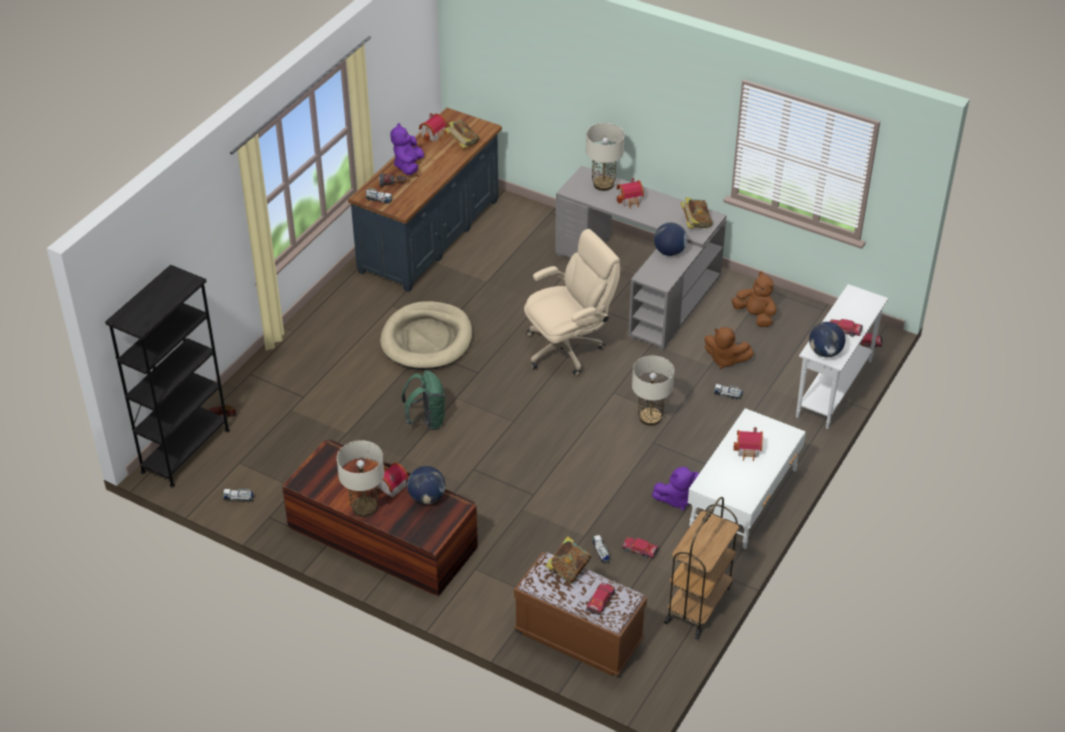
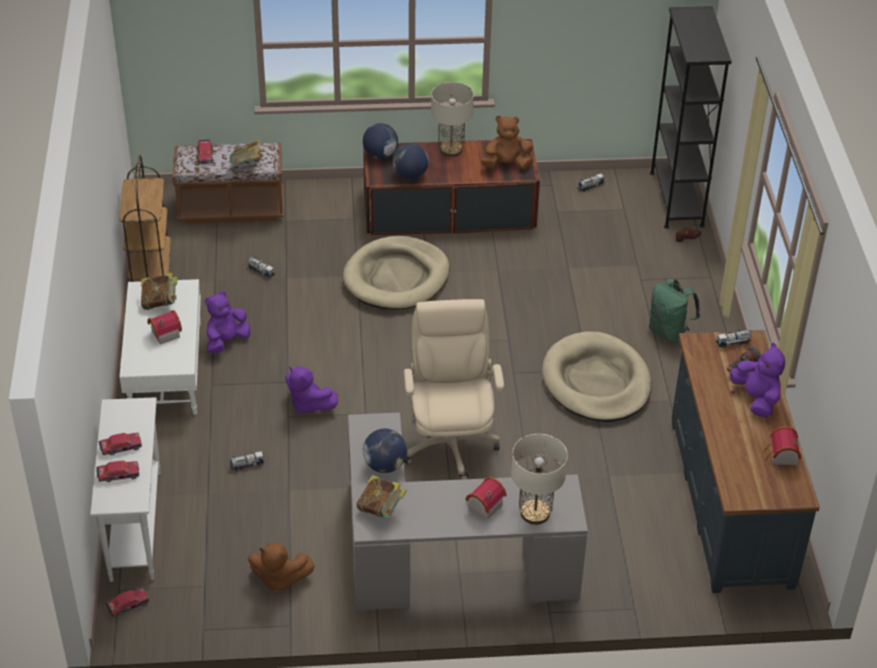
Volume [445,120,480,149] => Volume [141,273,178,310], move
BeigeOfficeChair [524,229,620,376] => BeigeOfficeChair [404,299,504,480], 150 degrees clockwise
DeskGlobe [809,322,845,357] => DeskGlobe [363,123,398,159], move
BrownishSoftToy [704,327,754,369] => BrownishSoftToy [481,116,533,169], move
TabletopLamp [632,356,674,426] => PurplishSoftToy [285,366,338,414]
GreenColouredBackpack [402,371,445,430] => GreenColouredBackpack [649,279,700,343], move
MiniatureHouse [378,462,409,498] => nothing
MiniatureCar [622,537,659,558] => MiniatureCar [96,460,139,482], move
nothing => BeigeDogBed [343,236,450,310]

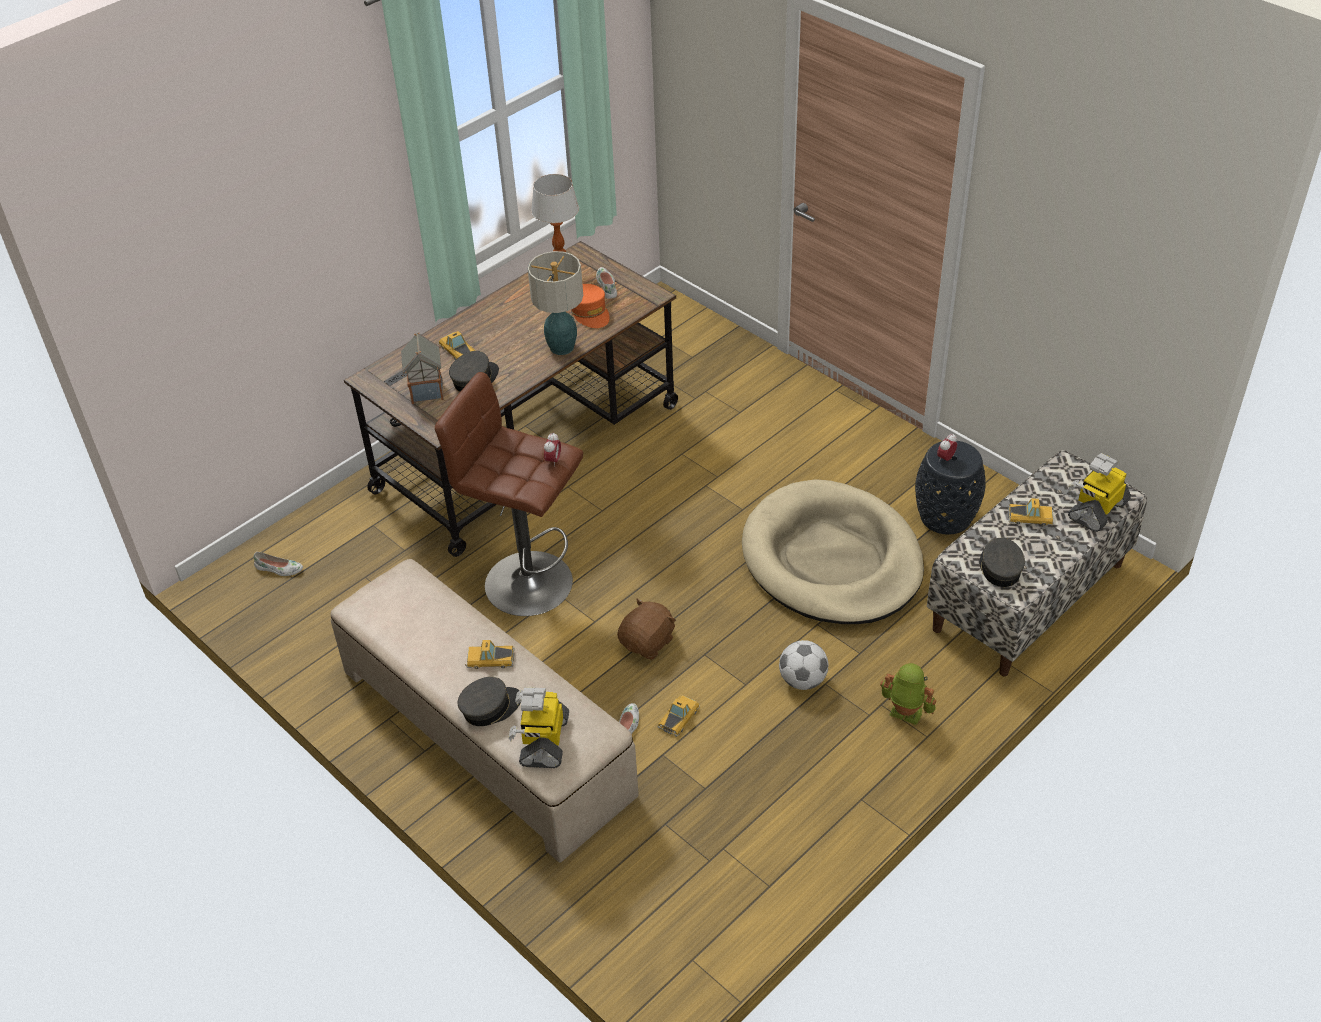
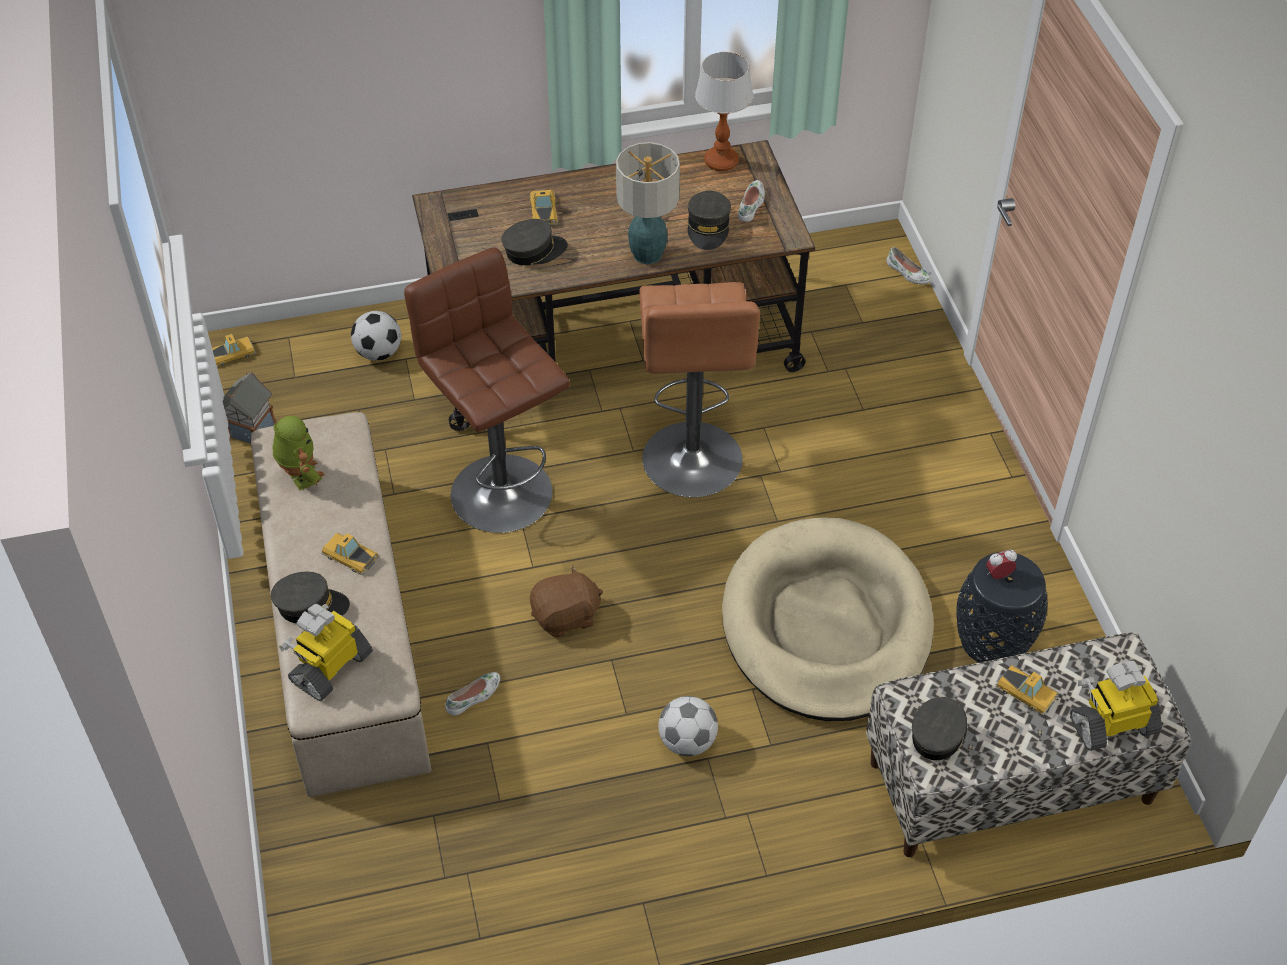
OrangeColouredCap [571,284,610,328] => GreyishCap [688,191,731,250]
MiniatureHouse [401,332,444,404] => MiniatureHouse [223,372,276,444], move
AlarmClock [544,432,561,467] => nothing
WhitishShoe [254,552,303,576] => WhitishShoe [886,247,932,285], move
RobotFigure [880,663,936,725] => RobotFigure [273,416,325,491], move
MiniatureCar [657,695,700,737] => MiniatureCar [212,334,256,366], move
nothing => BrownishStool [639,282,760,497]
nothing => Football [351,311,401,361]

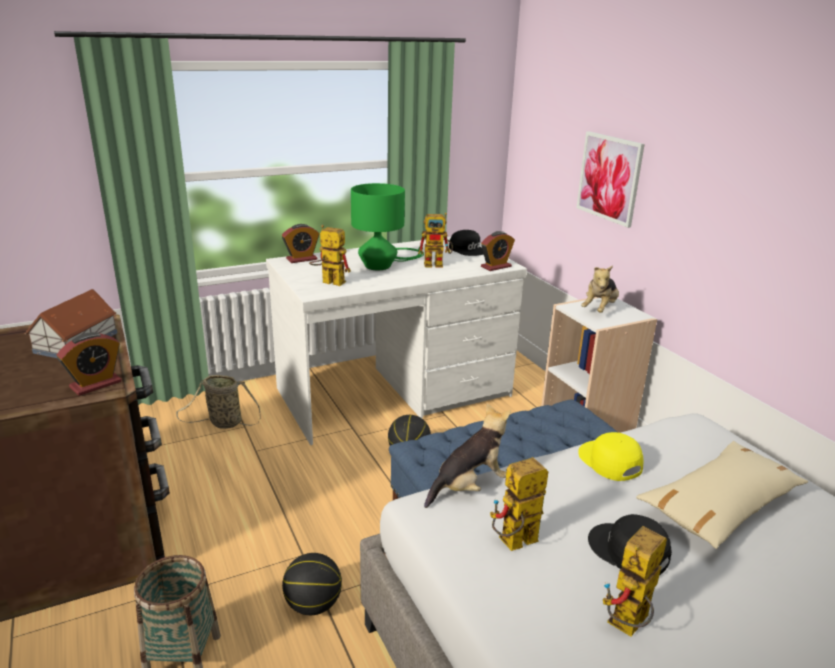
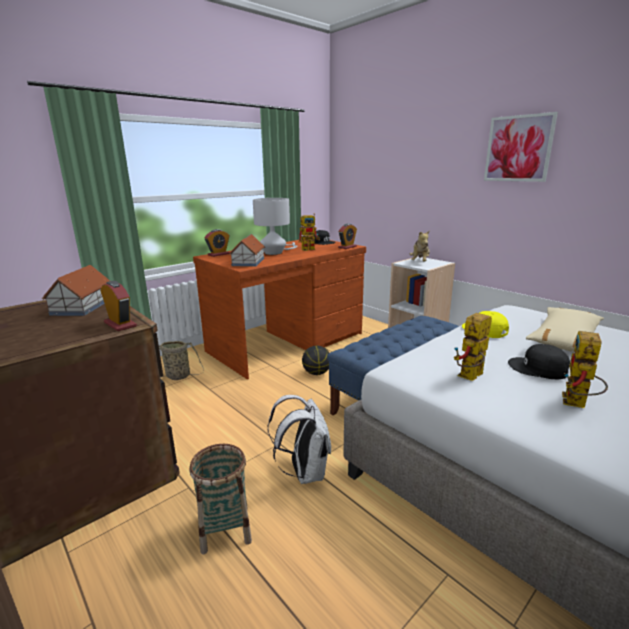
Picture [576,131,645,228] => Picture [484,112,558,182], move
GreenColouredTabletopLamp [351,183,424,270] => GreyishTabletopLamp [253,198,298,255]
RobotFigure [309,225,351,286] => MiniatureHouse [229,234,265,267]
WhitishDeskUnit [266,237,527,445] => BrownishDeskUnit [193,239,366,379]
AlarmClock [57,332,122,396] => AlarmClock [100,281,137,331], 75 degrees counterclockwise
SoftToy [424,403,511,508] => nothing
BallForBasketball [282,553,342,615] => WhitishBackpack [267,395,331,484]

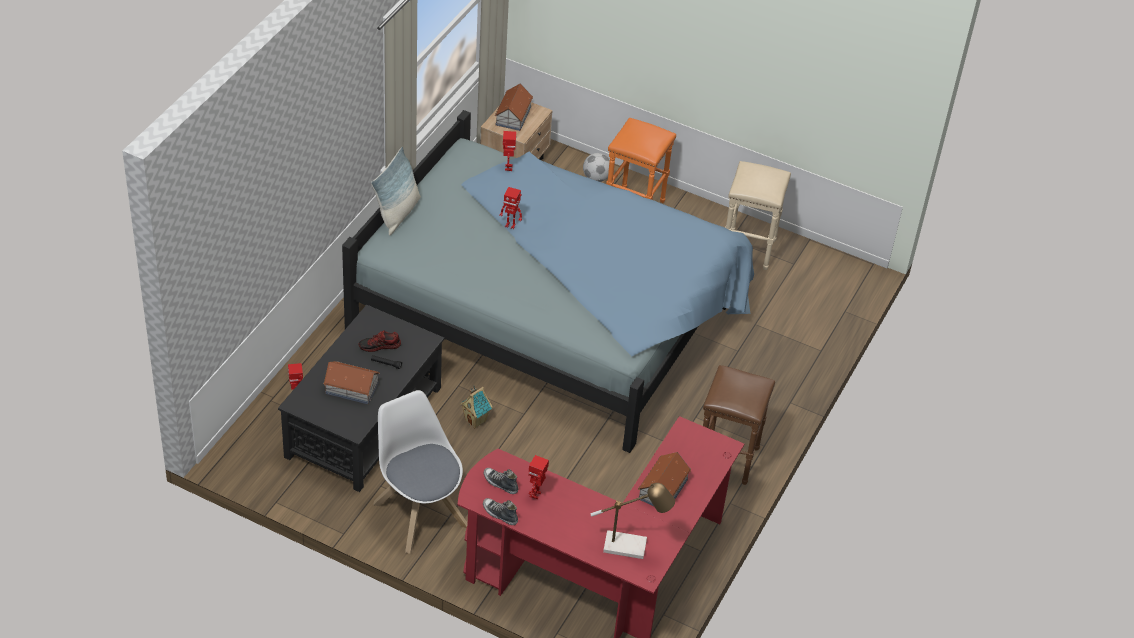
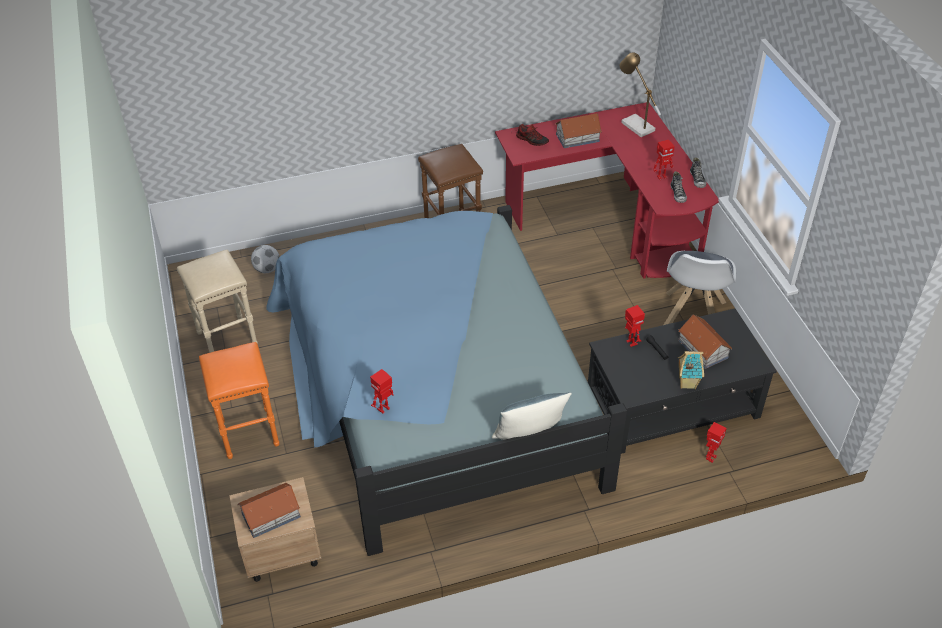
Football [583,153,610,182] => Football [251,245,280,273], move
RobotFigure [499,187,522,229] => RobotFigure [625,305,645,347], move
Shoe [359,330,401,352] => Shoe [516,124,549,146], move
MiniatureHouse [460,385,493,428] => MiniatureHouse [678,351,704,389], move

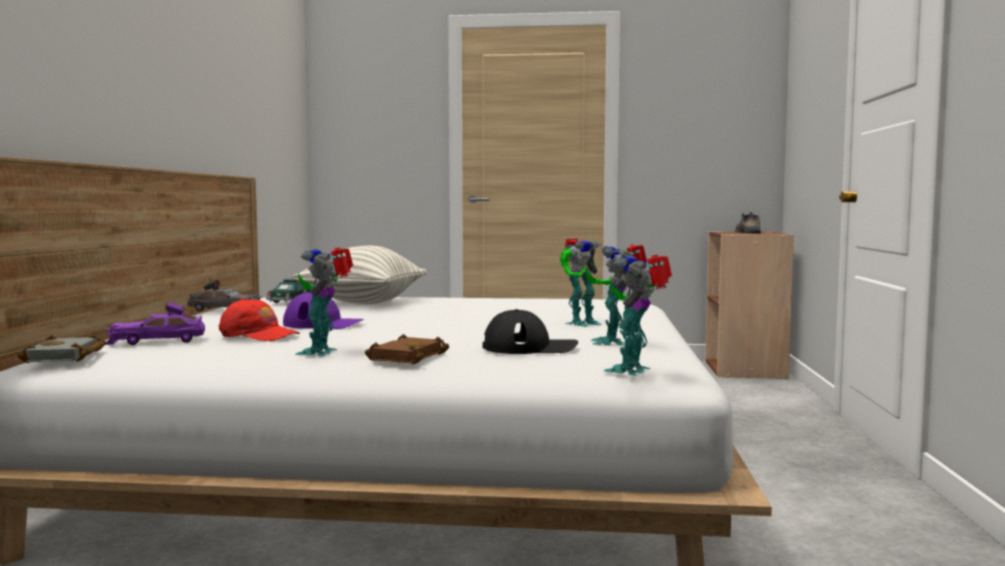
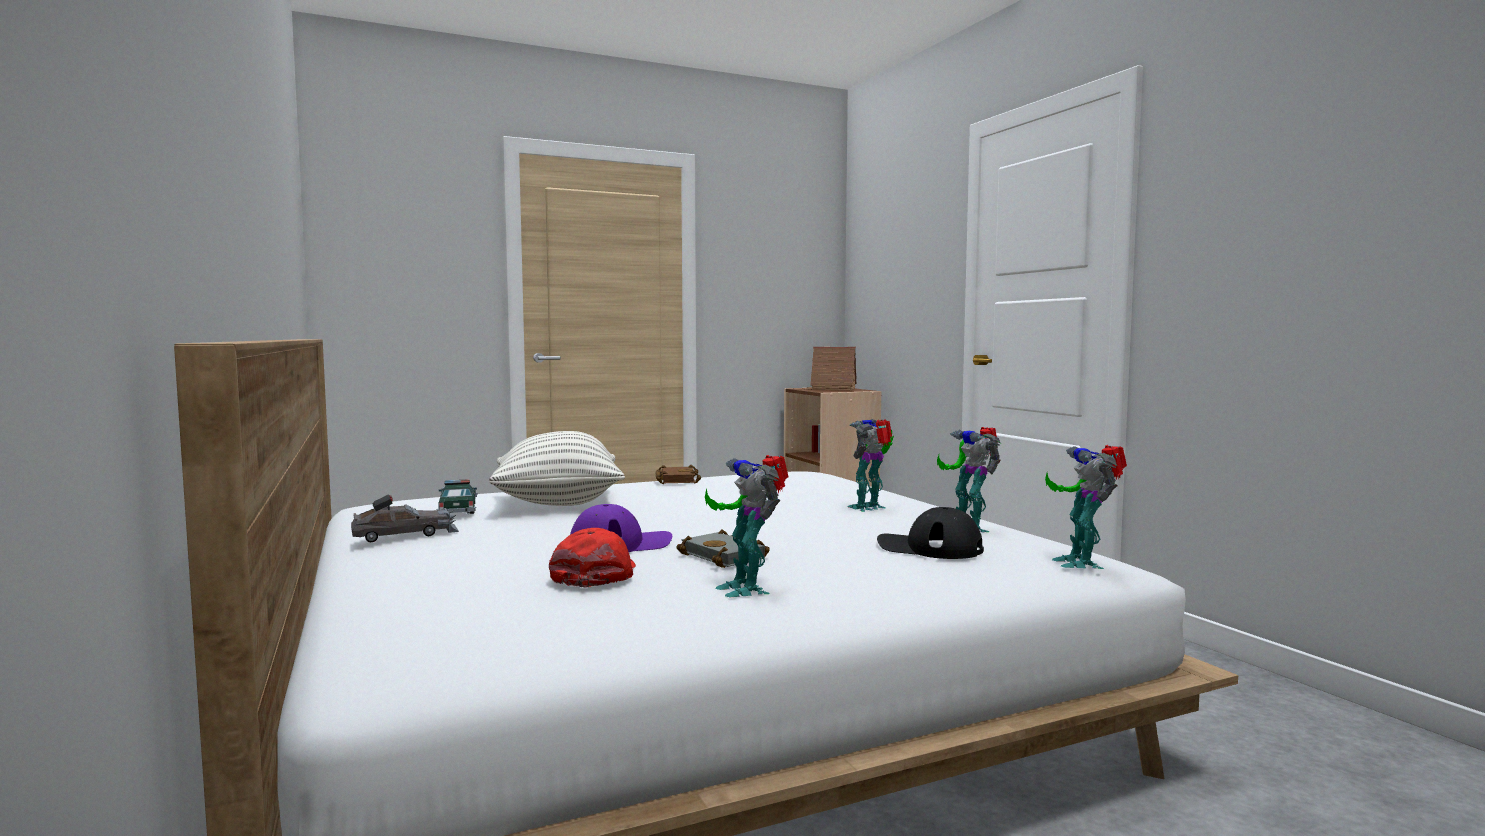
Shoe [735,212,761,233] => MiniatureHouse [803,347,857,390]
RobotFigure [559,238,602,327] => RobotFigure [847,419,894,512], 150 degrees counterclockwise
RedCap [218,298,300,341] => RedCap [549,528,636,587], 75 degrees counterclockwise
PurplishMiniatureCar [105,302,205,345] => nothing
BlackCap [482,309,578,354] => BlackCap [877,507,984,559], 120 degrees counterclockwise
GreyishVolume [17,334,106,363] => GreyishVolume [676,529,770,568], move
BrownishVolume [365,334,449,364] => BrownishVolume [655,465,701,484], move

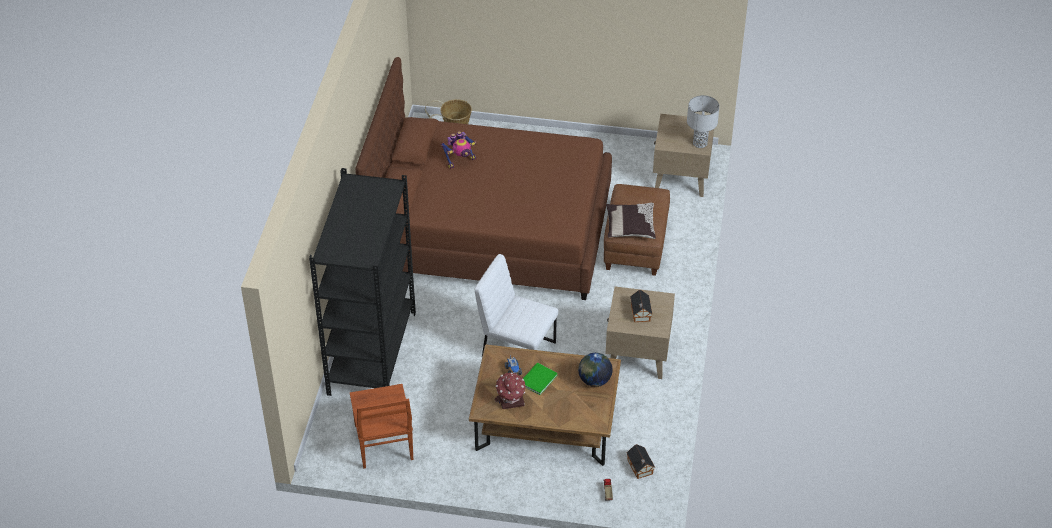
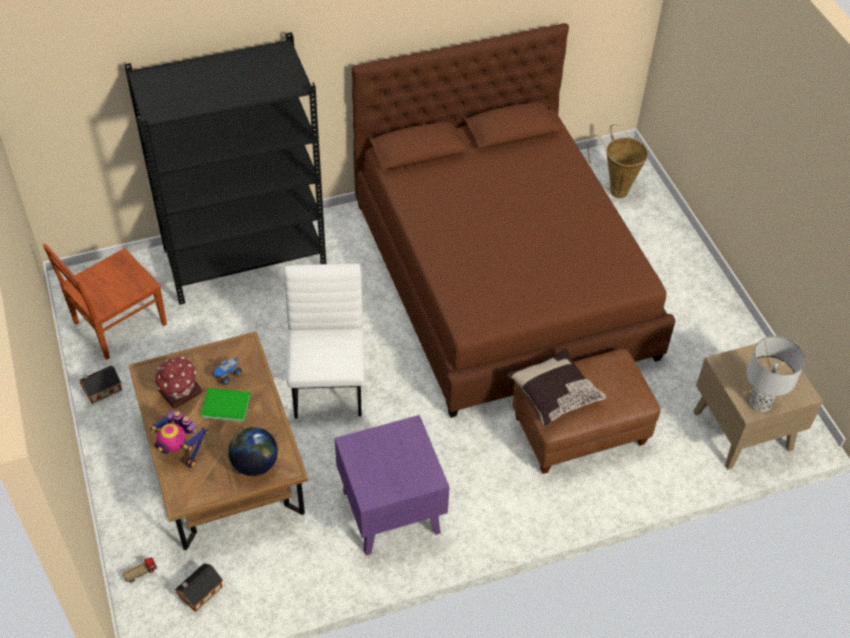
RobotFigure [441,131,476,169] => RobotFigure [150,410,208,468], move
BeigeBedsideTable [606,287,675,379] => PurplishBedsideTable [335,415,450,556]
MiniatureHouse [630,290,653,322] => MiniatureHouse [79,366,122,404], move

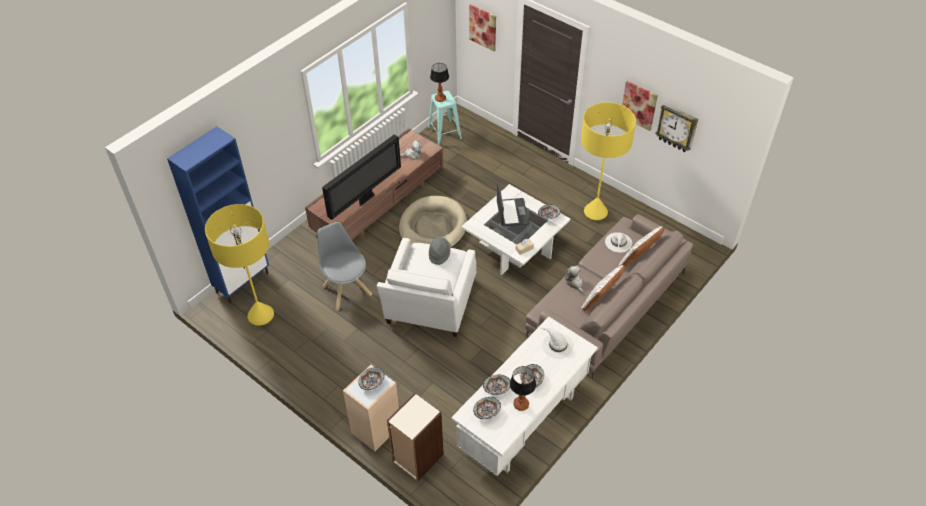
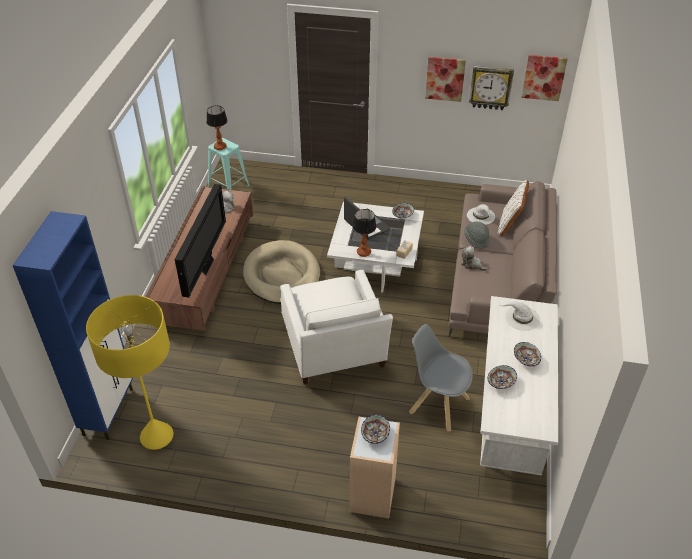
Picture [469,4,496,51] => Picture [521,55,568,101], move
YellowishStandingLamp [581,102,636,220] => nothing
GreyishChair [317,222,372,311] => GreyishChair [409,324,473,432], move
GreyishClothingHat [429,237,451,265] => GreyishClothingHat [464,221,489,249], move
WhitishPillow [581,265,625,312] => nothing
TabletopLamp [510,366,536,411] => TabletopLamp [352,209,377,257], move
ShelvingUnit [387,393,443,482] => nothing
DeepDish [473,397,501,419] => nothing

